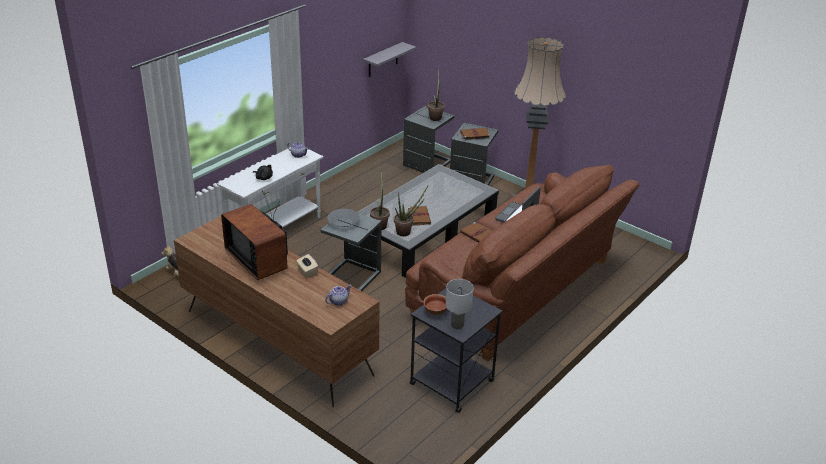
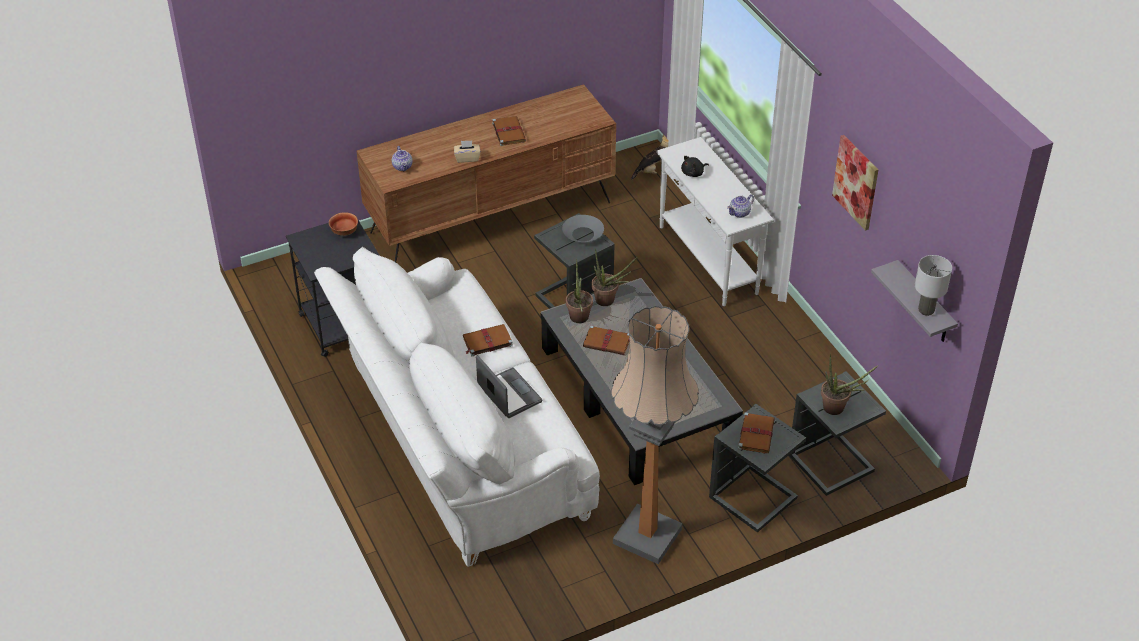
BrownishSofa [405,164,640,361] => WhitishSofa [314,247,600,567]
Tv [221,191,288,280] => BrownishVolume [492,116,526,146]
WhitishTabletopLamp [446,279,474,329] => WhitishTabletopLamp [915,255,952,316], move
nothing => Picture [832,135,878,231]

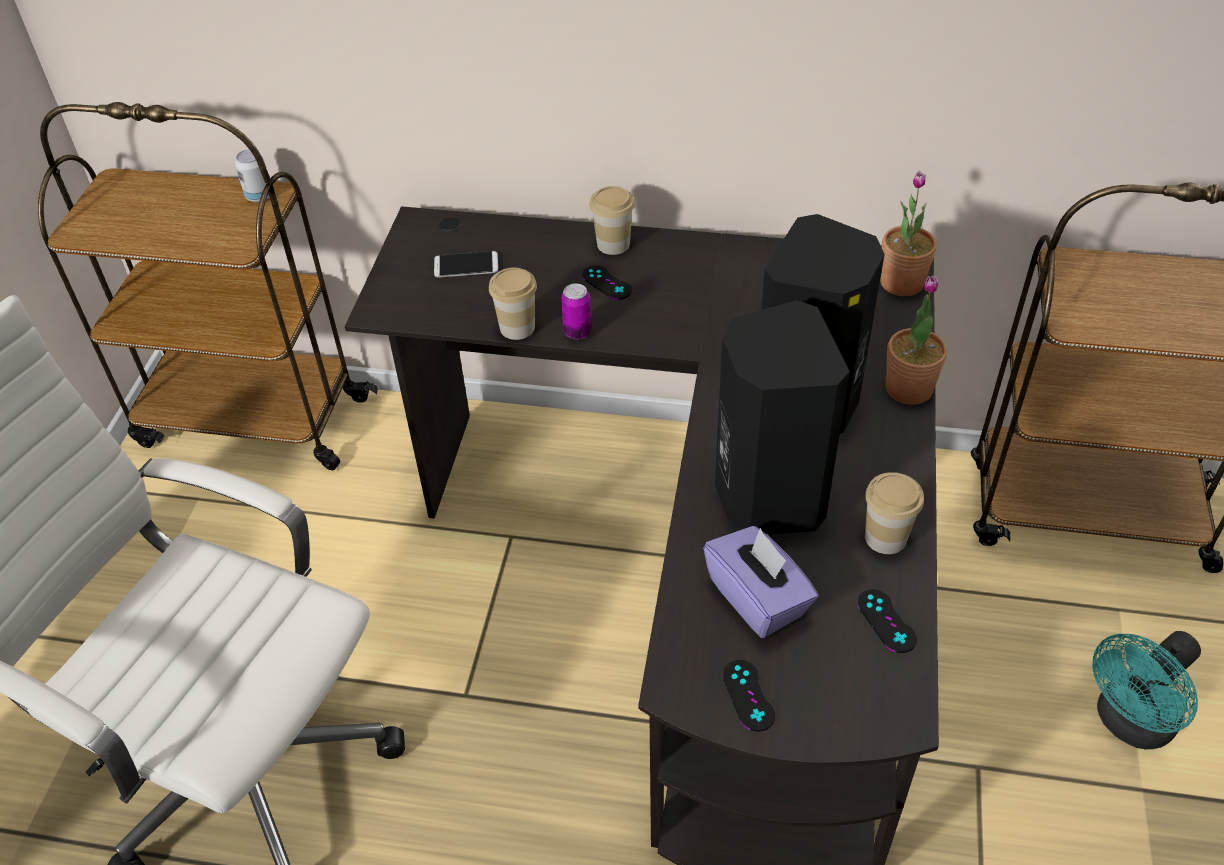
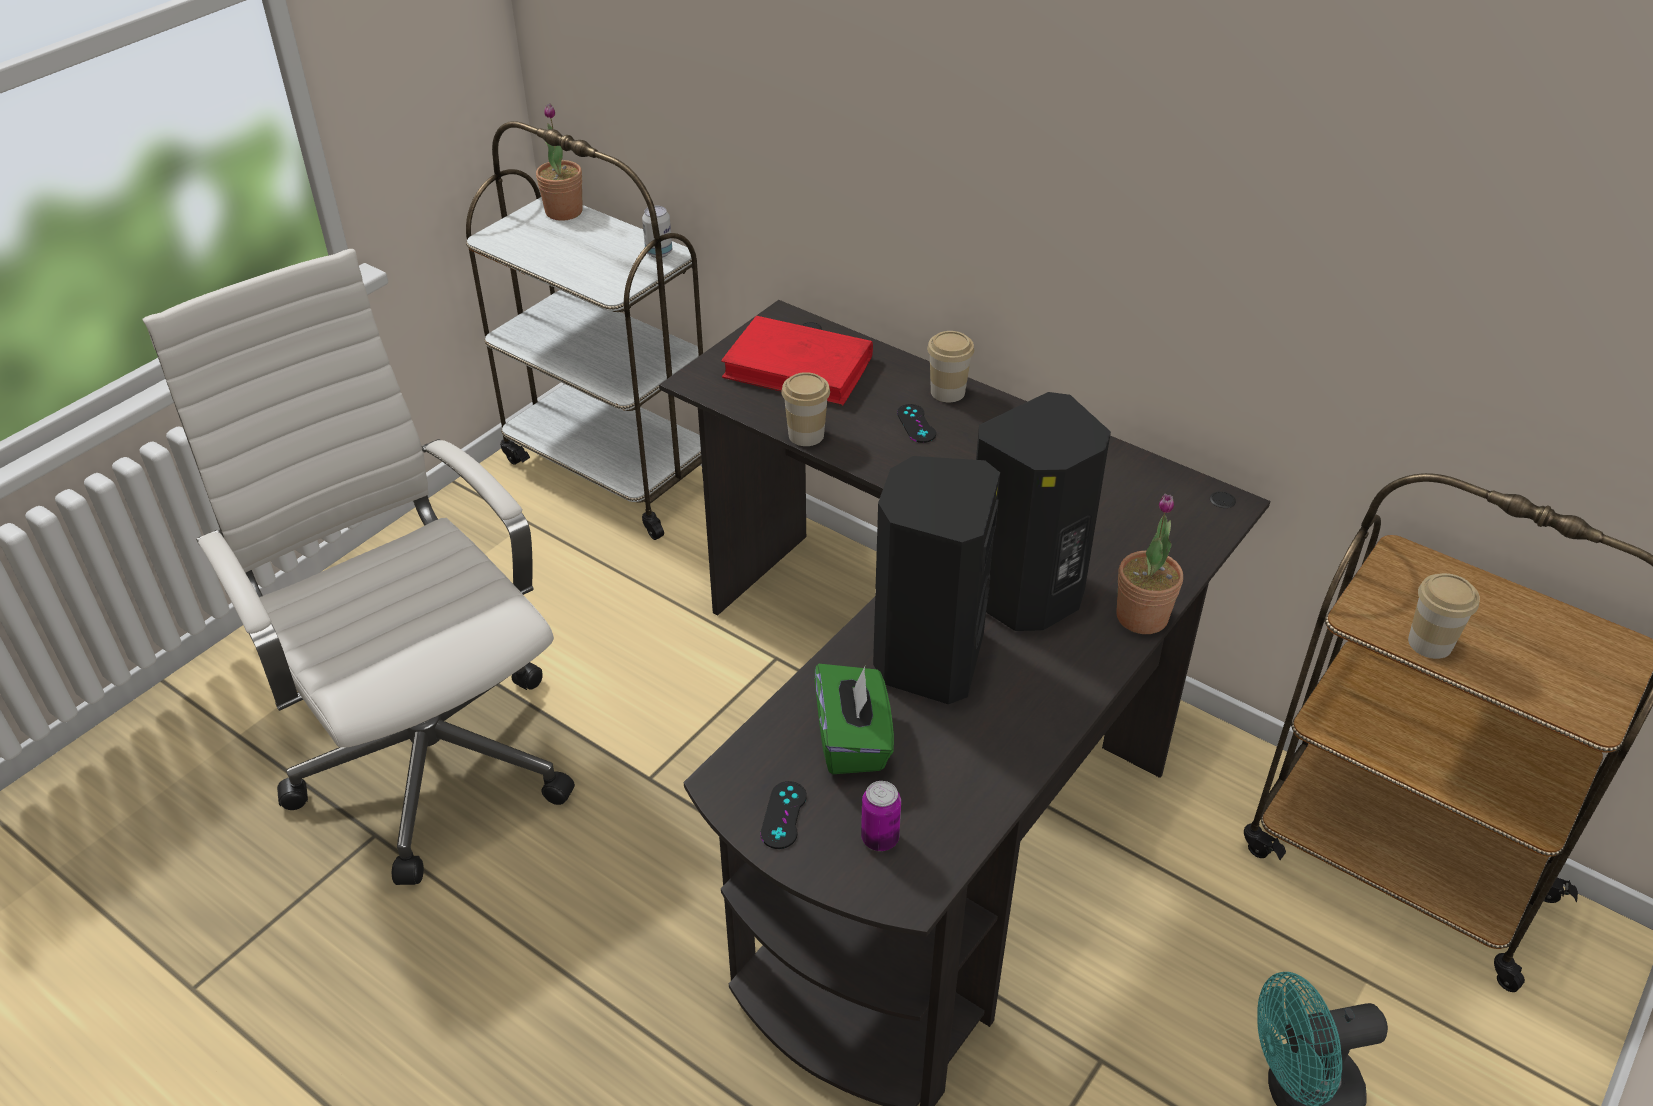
BrownishTrolley [38,102,378,470] => WhitishTrolley [466,121,703,540]
Houseplant [880,171,937,296] => Houseplant [536,103,583,221], move
Telephone [434,251,498,278] => RedVolume [721,316,873,406]
MetalCan [561,283,592,339] => MetalCan [861,781,901,851], move
SmallCup [865,472,924,554] => SmallCup [1408,573,1480,659], move
PurplishTissueBox [703,526,818,638] => GreenColouredTissueBox [815,664,894,774]
BlackGamepad [857,589,917,653] => nothing

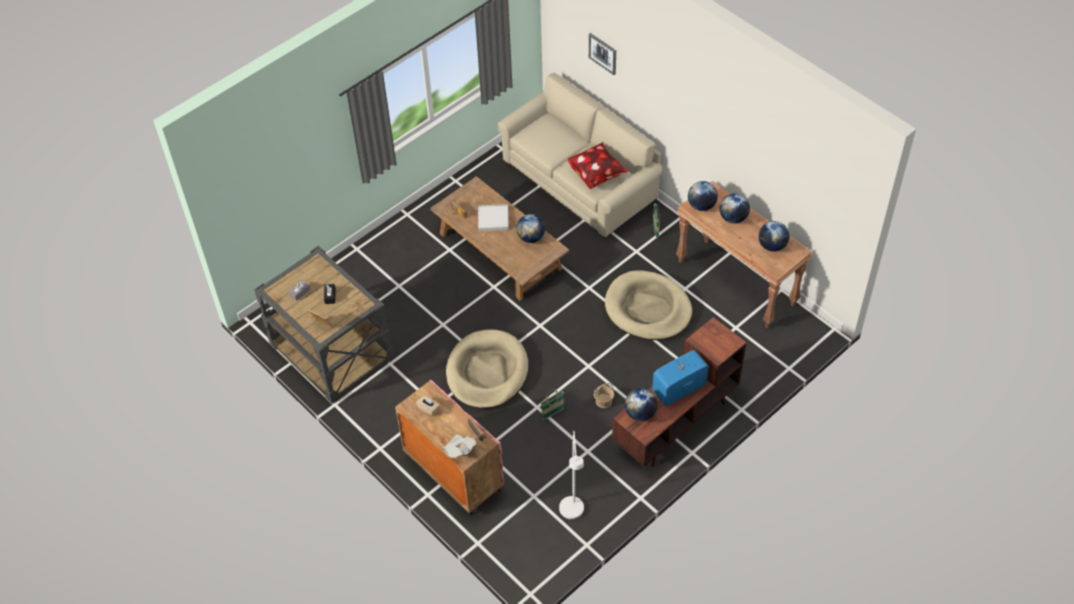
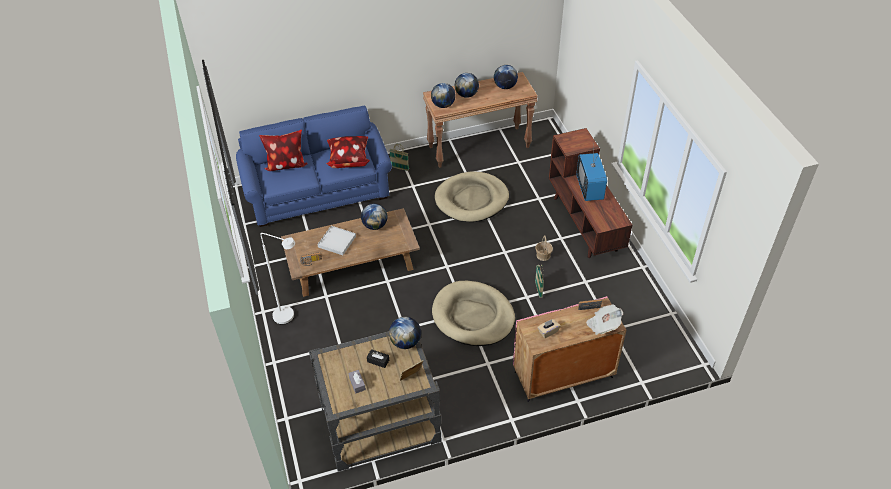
Picture [589,33,616,75] => nothing
BeigeSofa [497,72,662,238] => BlueColouredSofa [236,106,392,227]
DeskGlobe [625,389,657,421] => DeskGlobe [389,317,421,349], move
WhitishStandingLamp [559,431,584,520] => WhitishStandingLamp [261,233,295,325], move
nothing => Pillow [259,130,308,171]

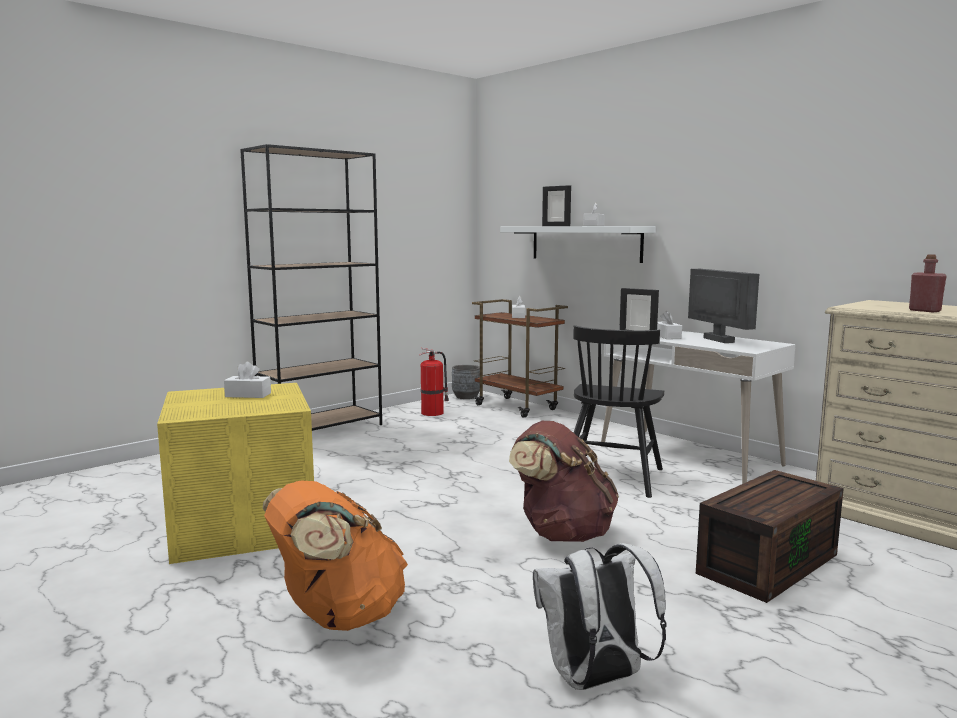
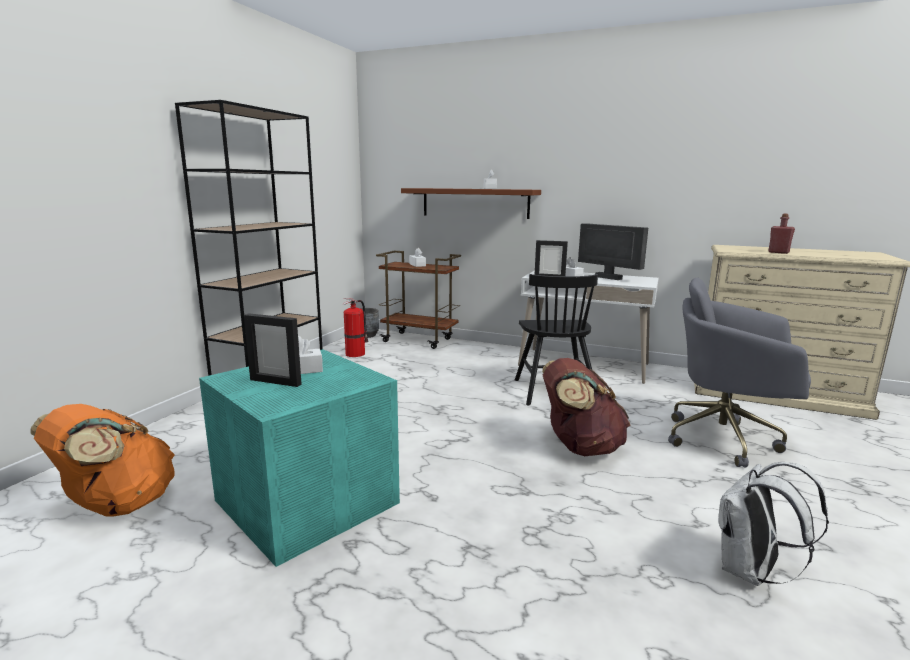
StandingFrame [542,185,571,226] => StandingFrame [244,313,302,387], move
WhitishBracketShelf [500,226,656,263] => BrownishBracketShelf [401,188,541,219]
YellowishStorageBox [157,383,314,564] => TurquoiseColouredStorageBox [199,349,400,567]
BrownishStorageBox [696,470,844,603] => GreyishOfficeChair [668,278,811,468]
OrangeColouredBackpack [262,480,408,631] => OrangeColouredBackpack [30,404,175,517], move

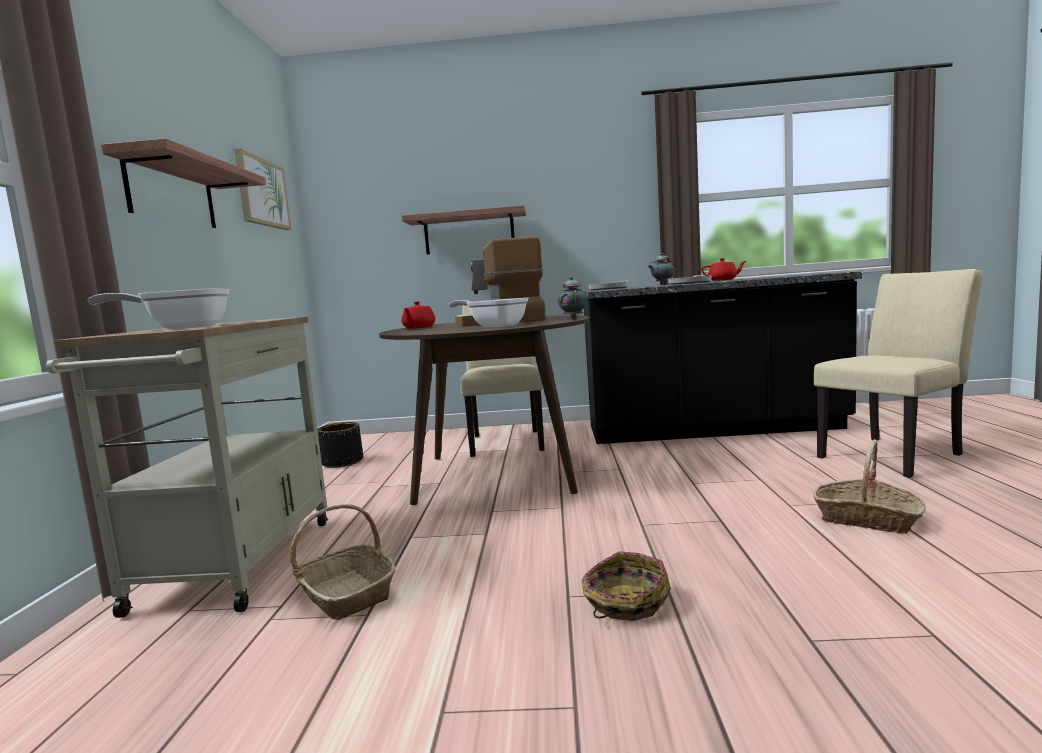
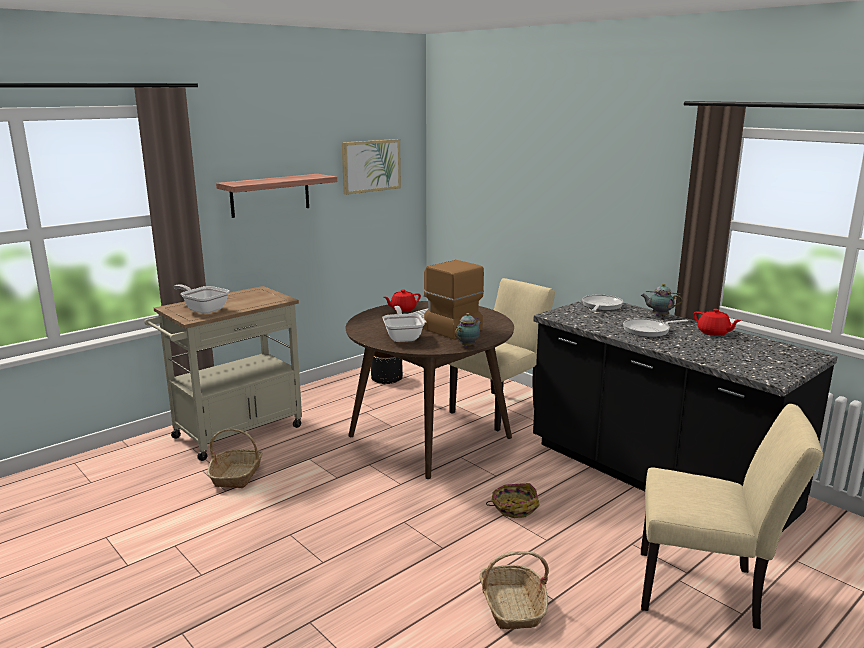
BracketShelf [402,205,526,255] => nothing
HouseholdBasket [581,551,671,621] => HouseholdBasket [486,483,540,518], move

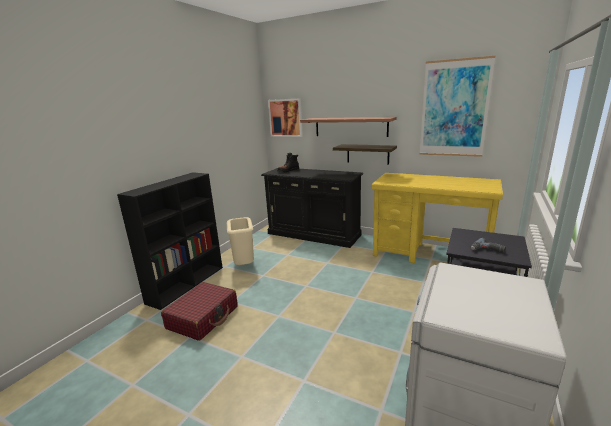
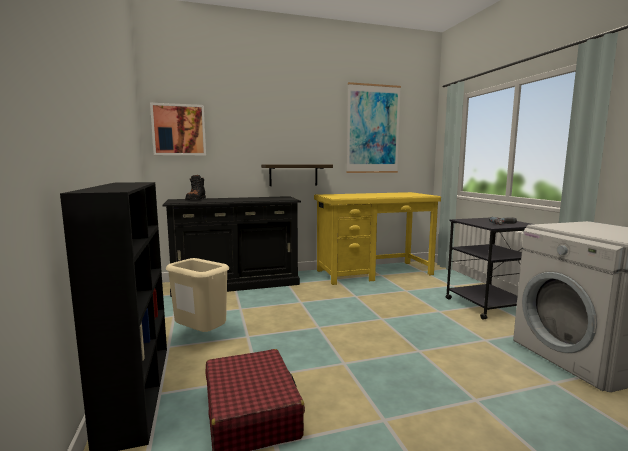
BracketShelf [300,117,397,137] => nothing

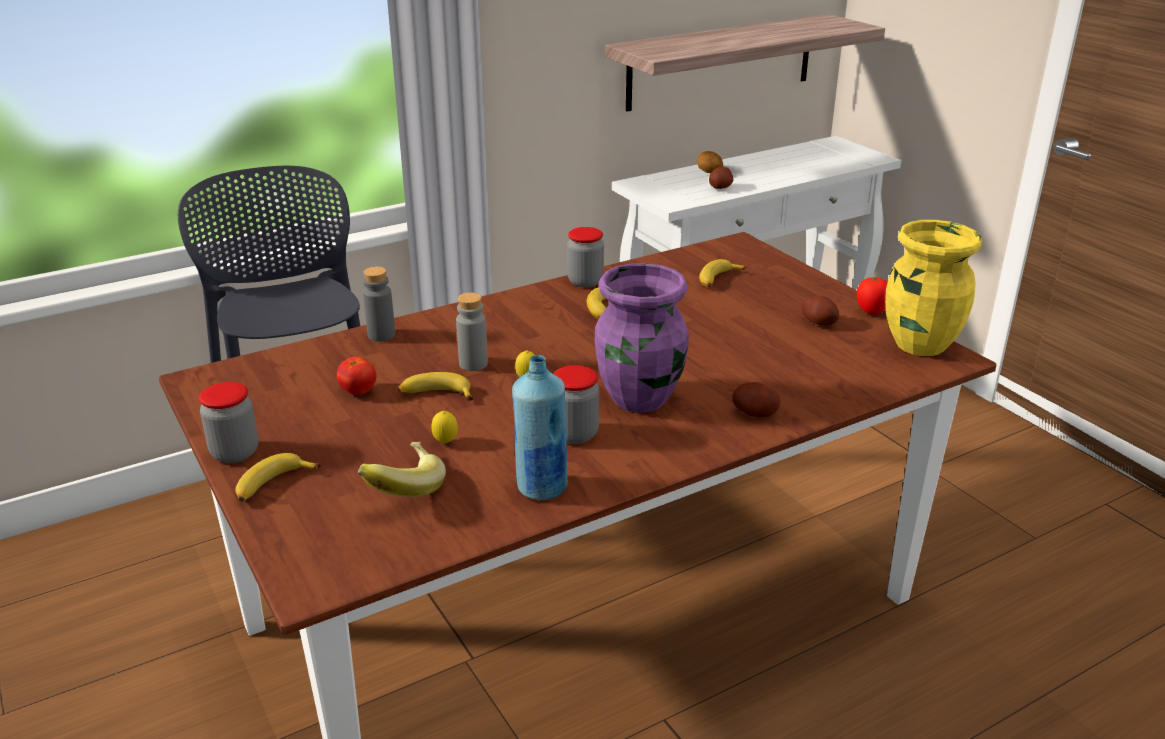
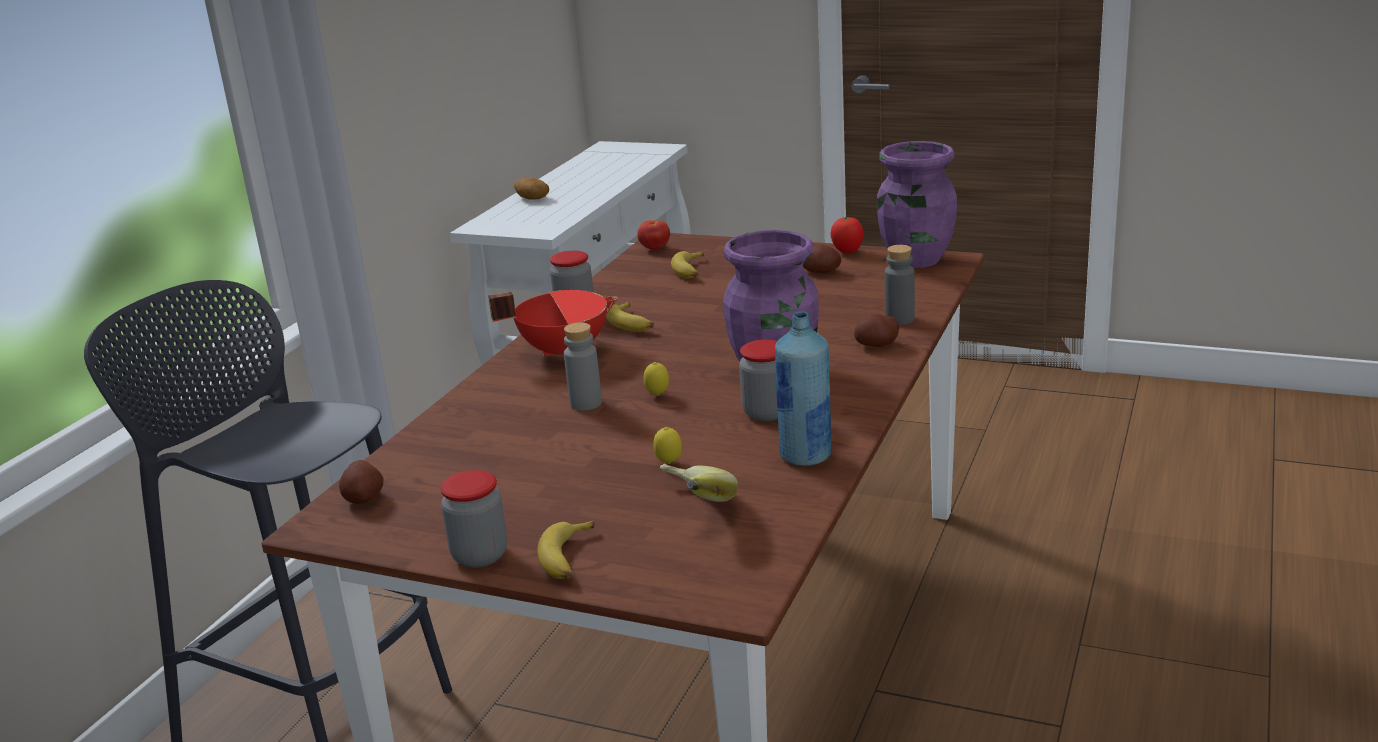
BracketShelf [605,14,885,111] => nothing
WholePotato [709,167,734,189] => WholePotato [339,460,384,504], move
YellowishDecorativeVase [885,220,982,356] => PurplishDecorativeVase [877,141,957,268]
GreyishBottle [363,267,395,342] => GreyishBottle [885,245,915,325], move
FreshTomato [337,357,376,395] => FreshTomato [637,220,670,249], move
Banana [398,372,473,401] => nothing
nothing => RedSaucepot [488,290,618,356]

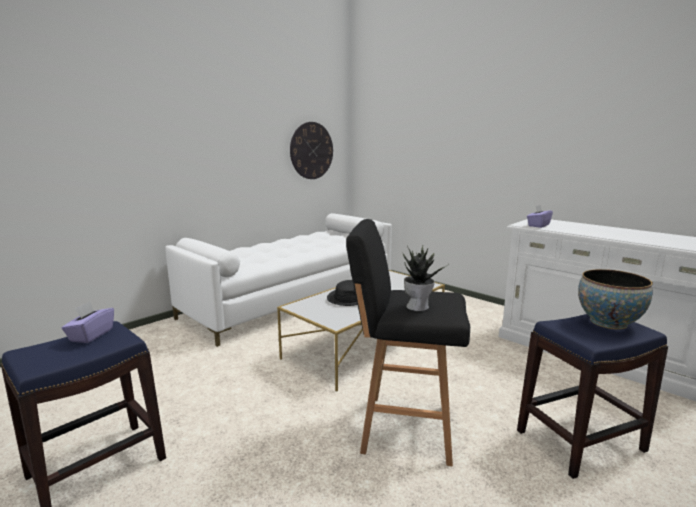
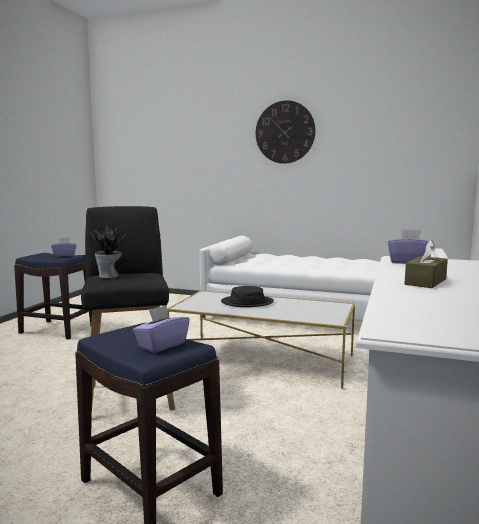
HangingClock [290,122,333,179] => HangingClock [256,100,316,164], move
DeepDish [578,269,653,330] => PurplishTissueBox [133,305,190,353]
nothing => BrownishTissueBox [404,240,448,288]

